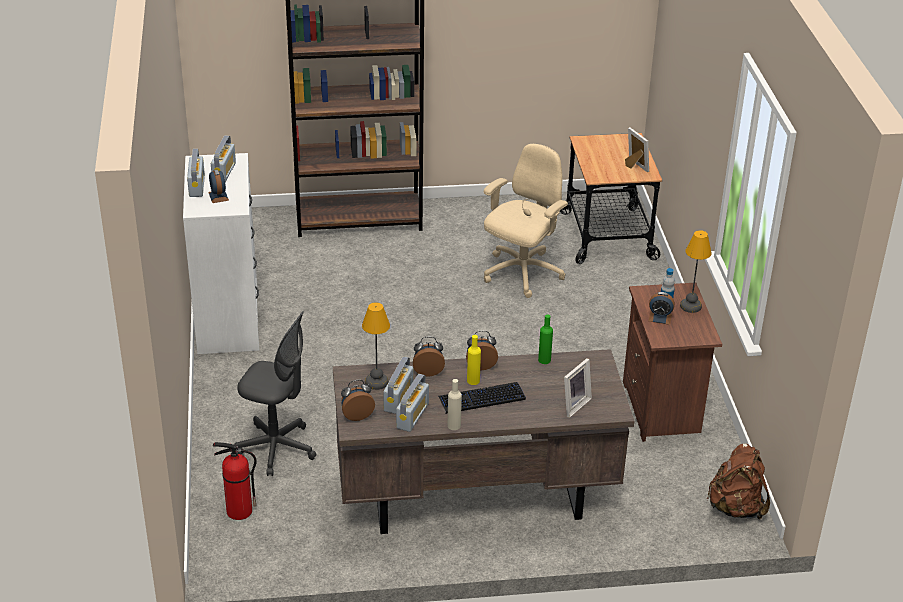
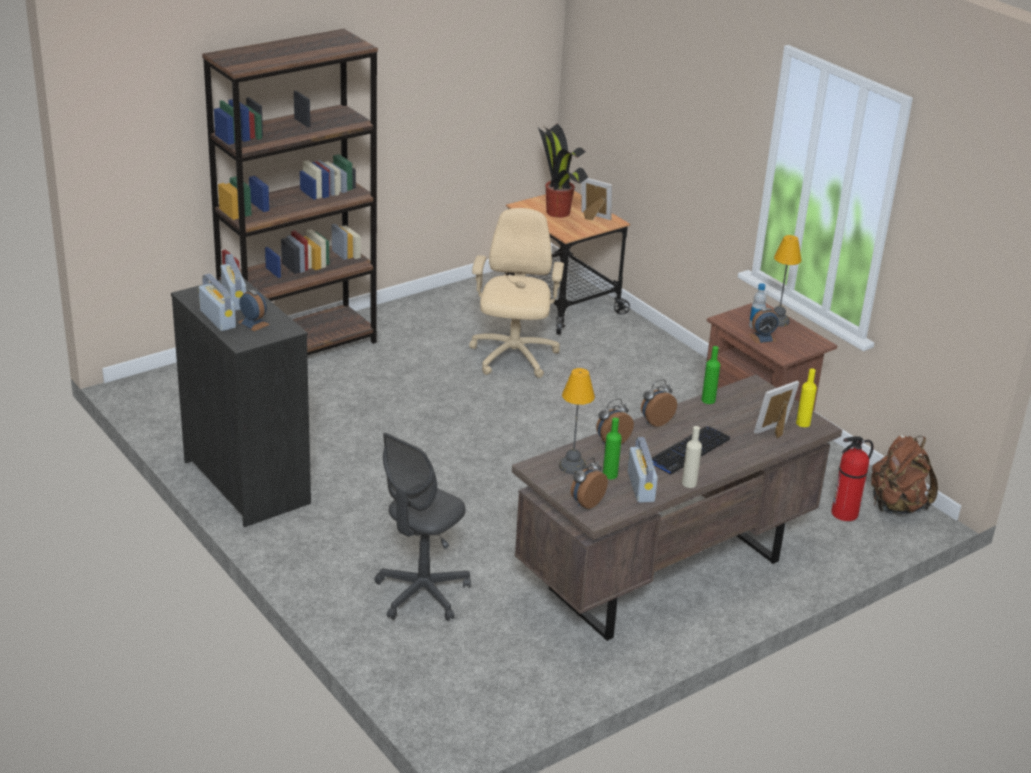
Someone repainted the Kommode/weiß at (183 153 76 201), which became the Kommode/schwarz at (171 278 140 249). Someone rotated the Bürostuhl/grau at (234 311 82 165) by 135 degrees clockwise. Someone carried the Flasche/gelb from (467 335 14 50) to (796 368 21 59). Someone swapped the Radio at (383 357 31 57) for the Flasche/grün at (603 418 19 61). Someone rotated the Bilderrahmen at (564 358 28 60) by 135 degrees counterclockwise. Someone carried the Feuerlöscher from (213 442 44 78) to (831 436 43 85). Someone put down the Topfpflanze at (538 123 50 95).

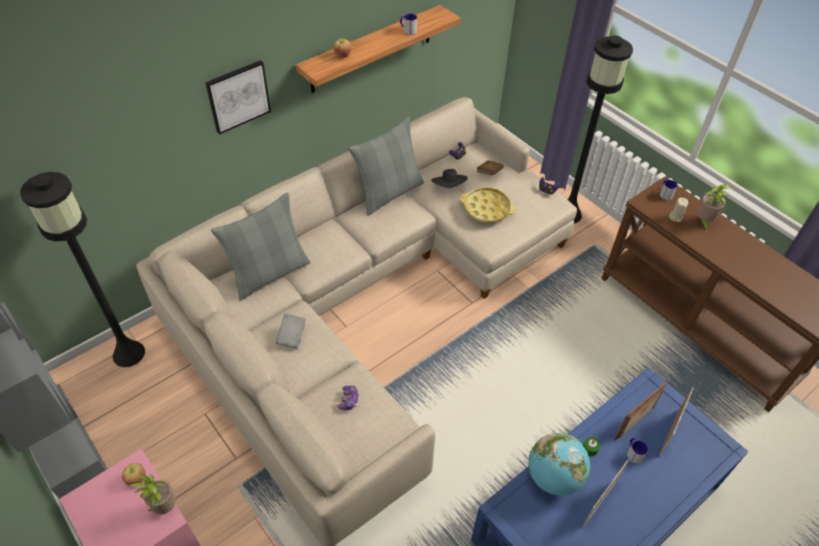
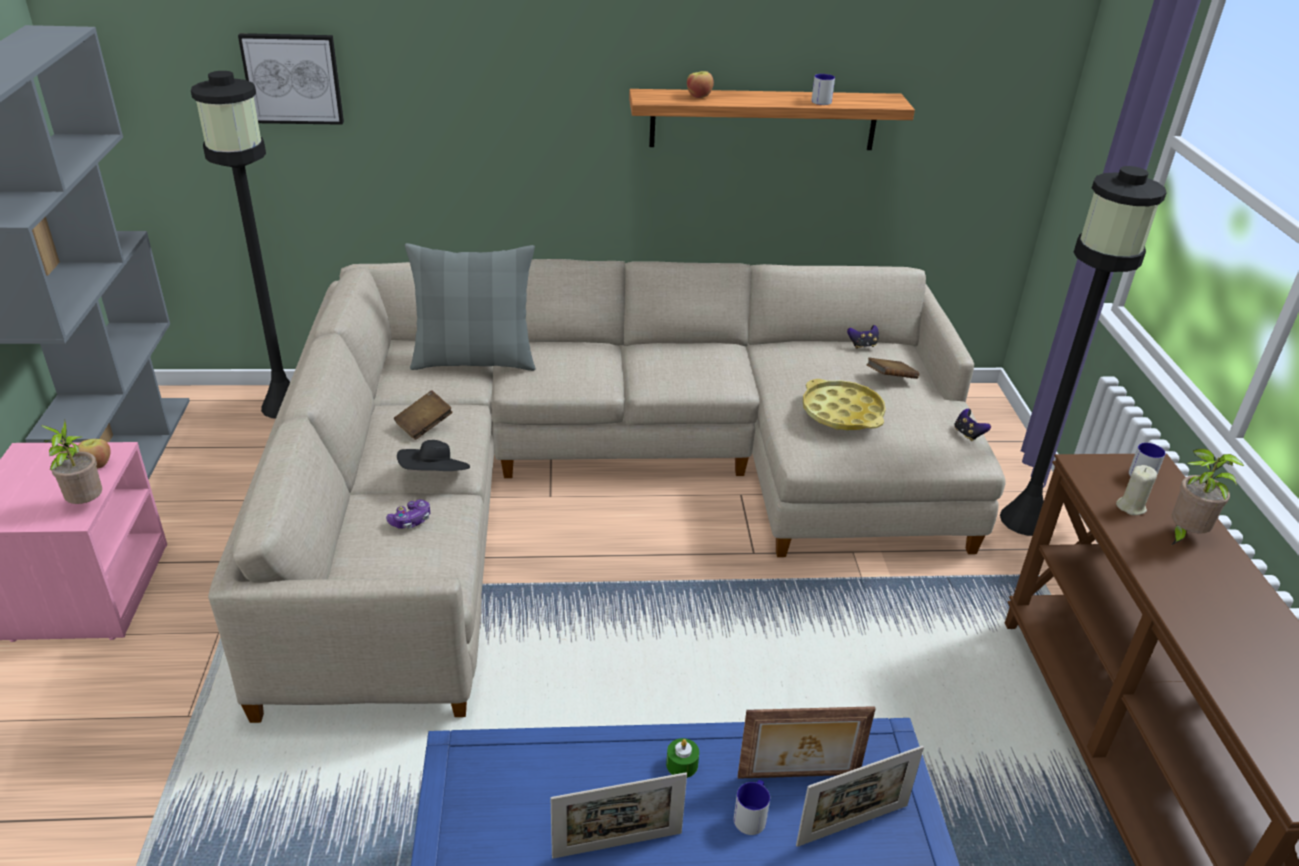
Someone carried the Bild from (205 60 66 75) to (238 33 106 92). Someone took away the Kissen/grau at (348 116 76 100). Someone carried the Hut/schwarz from (431 169 37 19) to (397 440 73 31). Someone repainted the Buch/grau at (276 314 30 34), which became the Buch/braun at (394 390 59 50). Someone took away the Globus at (529 433 61 63).

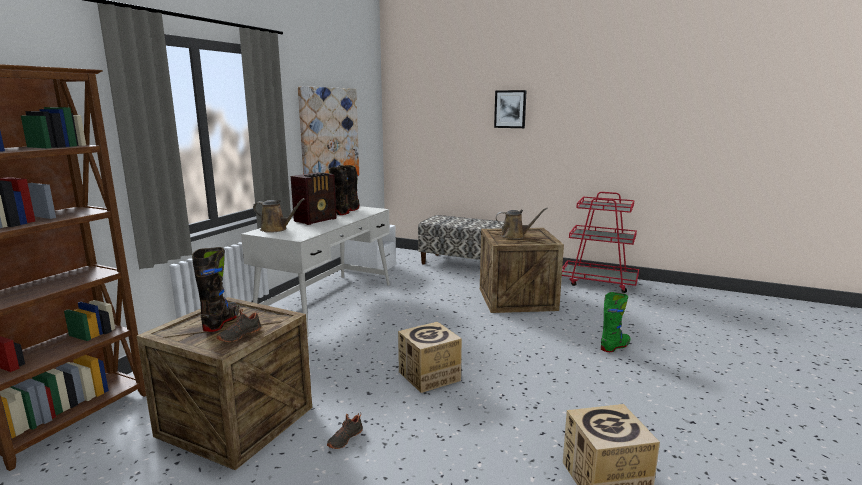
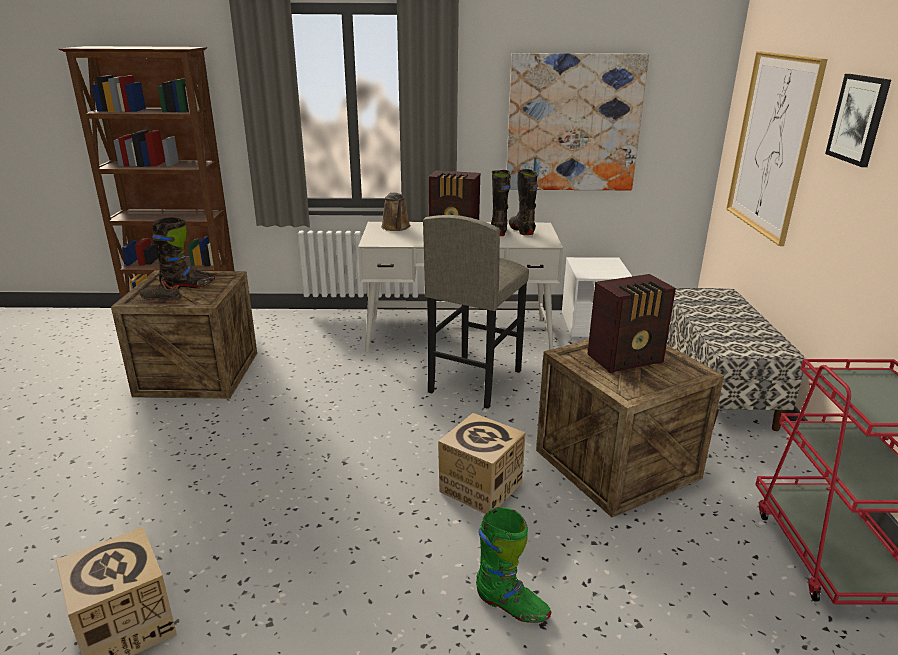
Someone swapped the Gießkanne/braun at (496 207 52 32) for the Radio at (587 274 89 99). Someone carried the Karton from (398 322 64 71) to (438 413 88 101). Someone took away the Schuh/schwarz at (327 413 36 36). Someone put up the Bild at (726 51 102 195). Someone put down the Hocker/grau at (423 215 106 194).

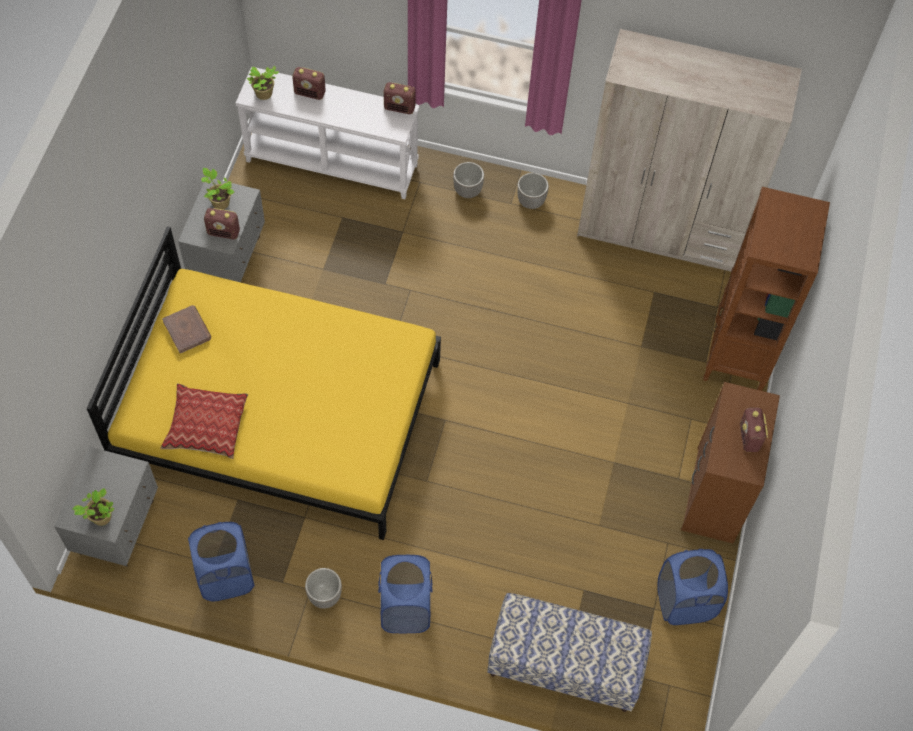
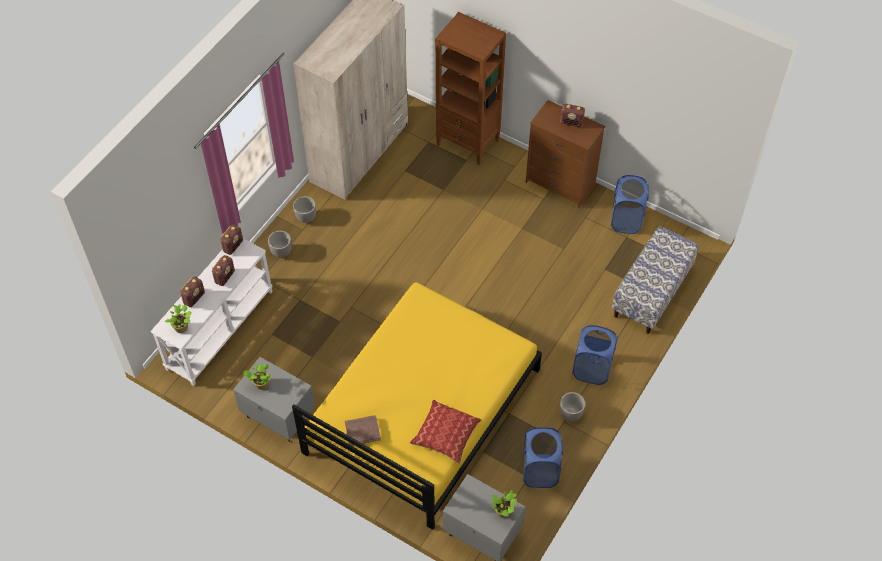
Someone carried the Radio from (204 208 36 31) to (212 255 23 31).

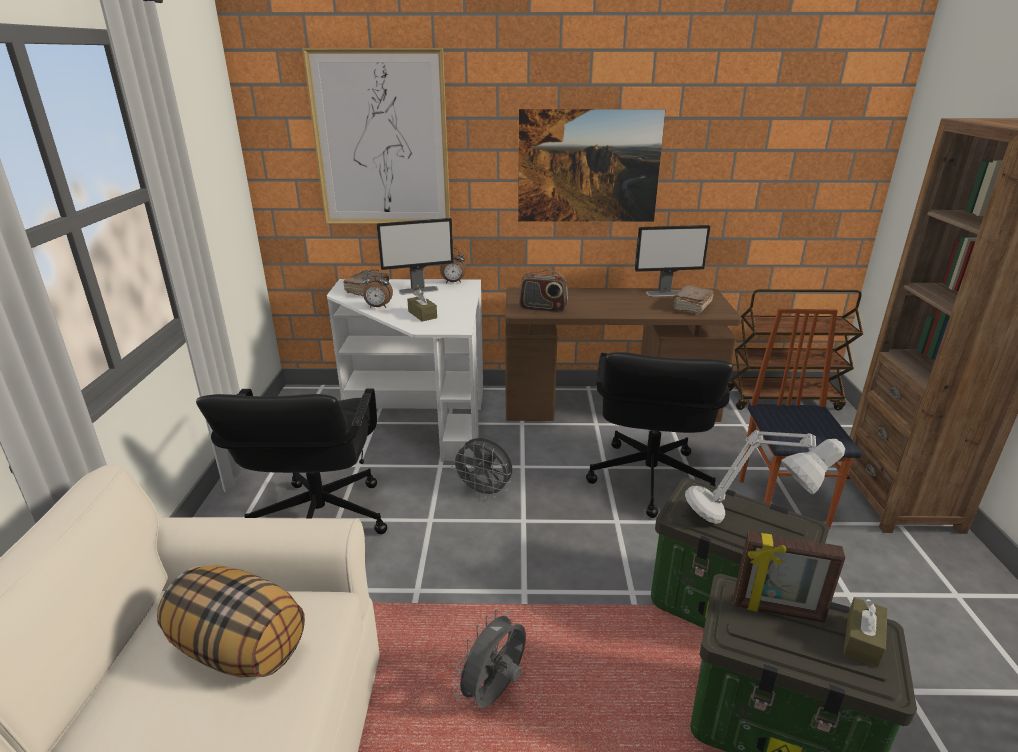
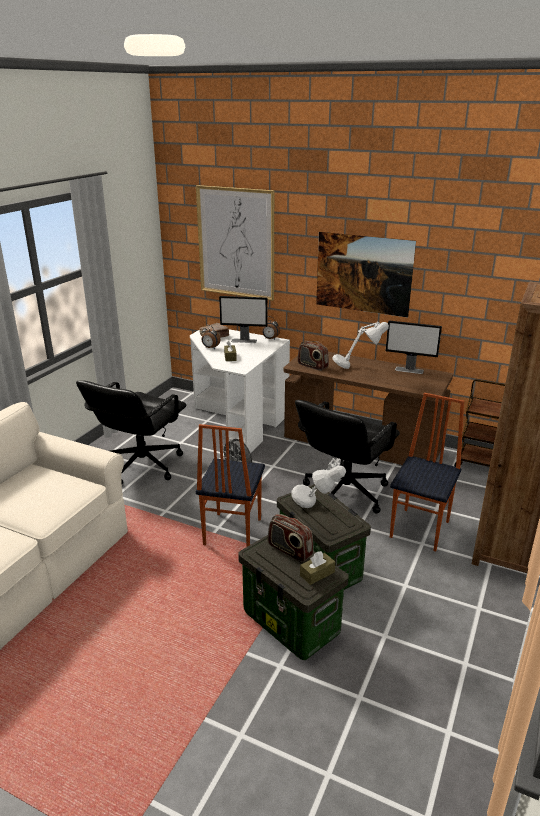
Someone took away the Buch/braun at (671 285 43 30). Someone swapped the Bilderrahmen at (734 531 112 92) for the Radio at (268 514 46 48). Someone took away the Kissen at (157 565 148 112). Someone took away the Ventilator/grau at (453 610 73 98). Someone put down the Tischlampe/grau at (332 322 57 47). Someone put down the Stuhl at (196 424 69 123).

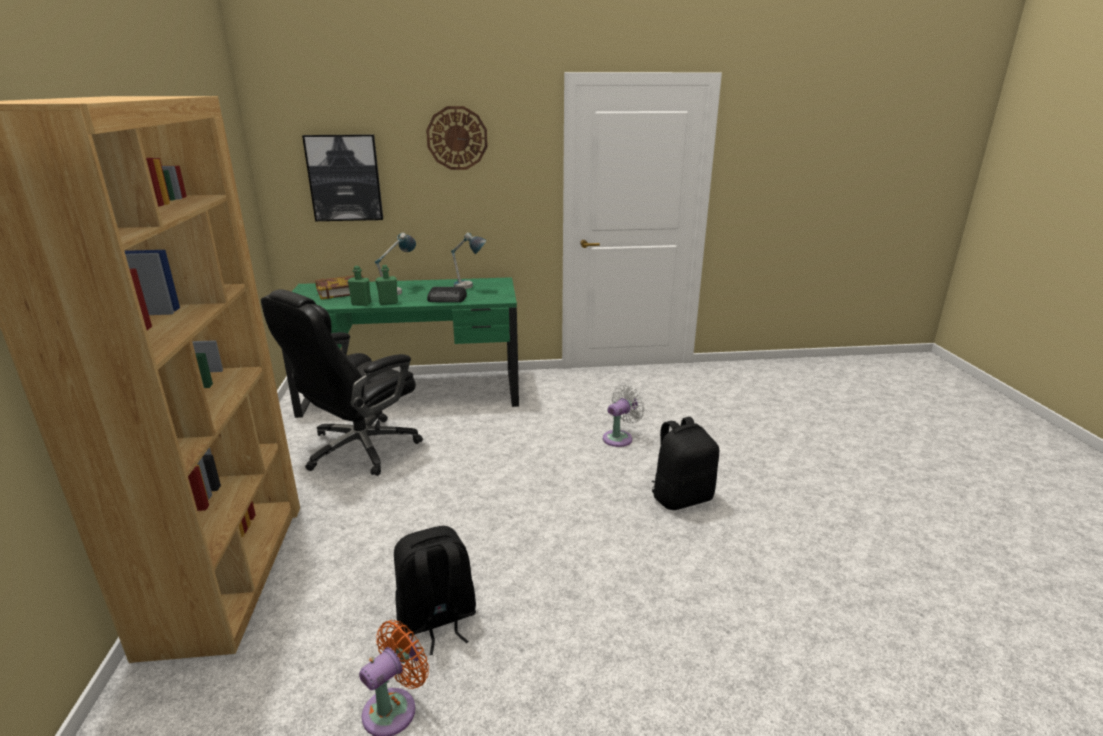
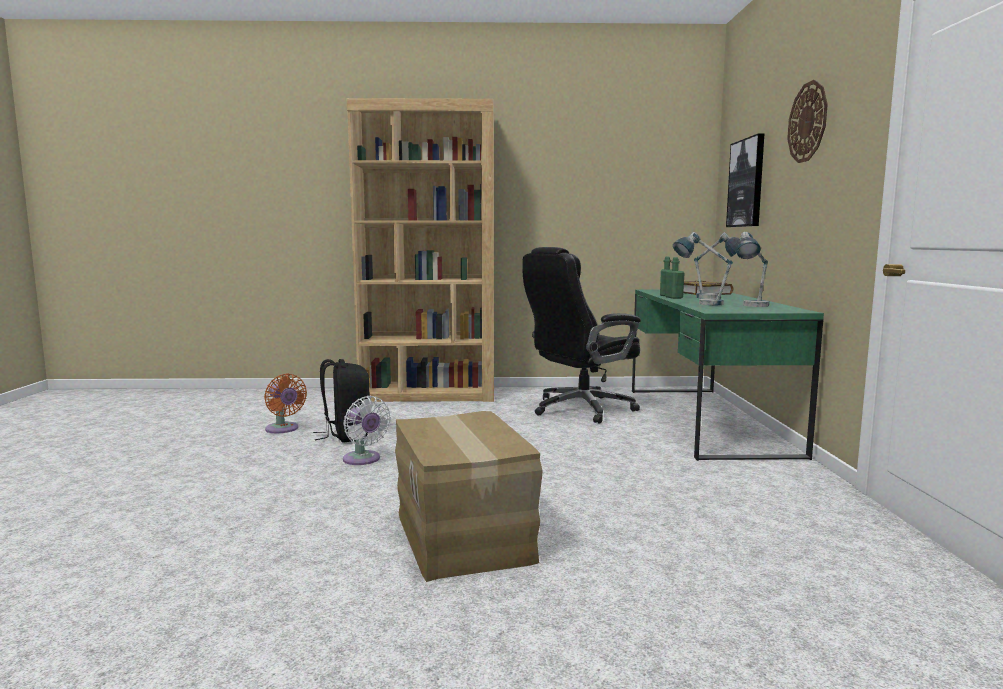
Someone swapped the Radio at (427 287 40 15) for the Tischlampe at (673 232 60 73). Someone rotated the Bürostuhl/schwarz at (261 289 162 187) by 75 degrees counterclockwise. Someone carried the Ventilator/weiß from (603 385 42 62) to (343 396 48 69). Someone swapped the Rucksack/schwarz at (652 417 67 93) for the Karton at (395 411 147 171).

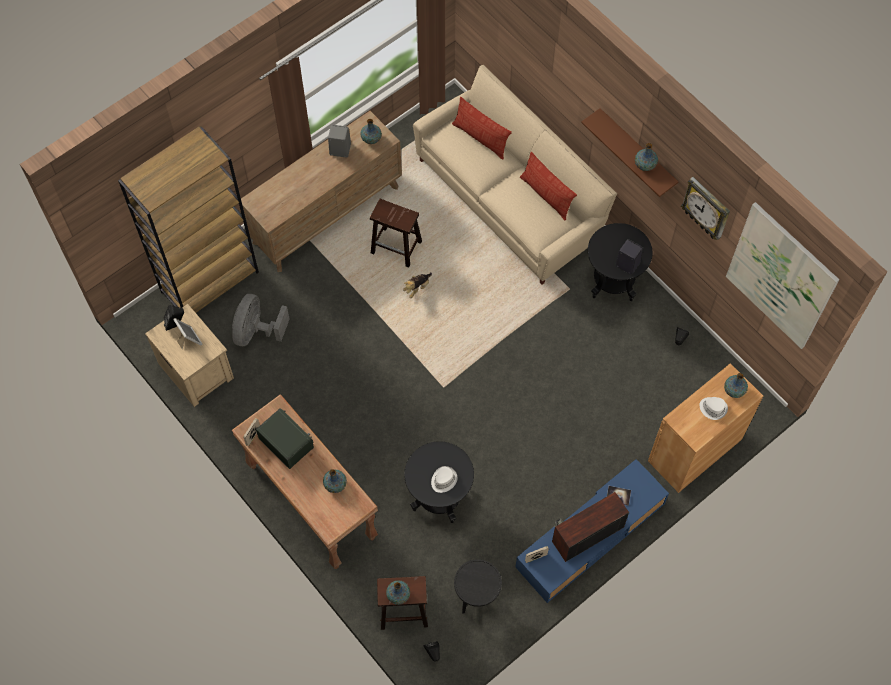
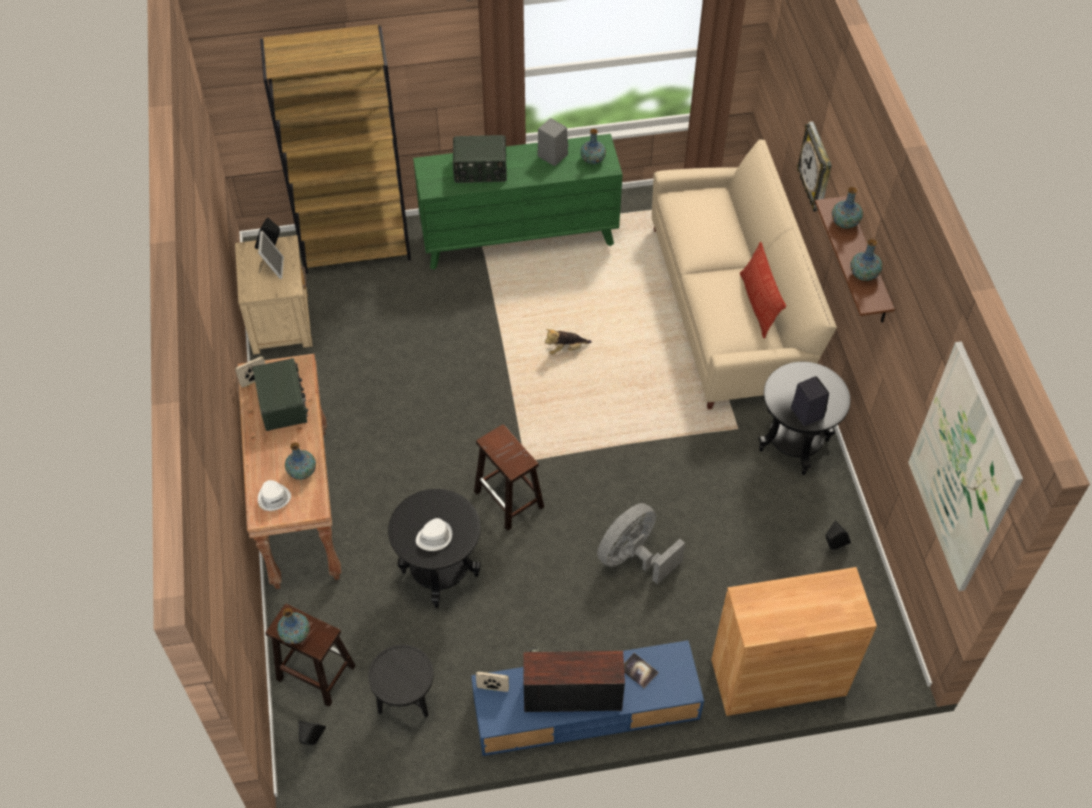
Someone took away the Kissen at (452 97 60 63). Someone repainted the Kommode/braun at (241 111 161 161), which became the Kommode/grün at (413 134 210 136). Someone carried the Wanduhr from (681 177 49 63) to (797 121 35 91). Someone carried the Hocker/braun from (370 199 52 69) to (474 424 70 107). Someone carried the Ventilator/grau from (232 294 58 52) to (597 503 88 81). Someone carried the Vase from (724 373 24 25) to (832 187 31 42). Someone carried the Hut/weiß from (700 397 28 23) to (258 480 33 31). Someone put down the Radio at (453 135 54 48).

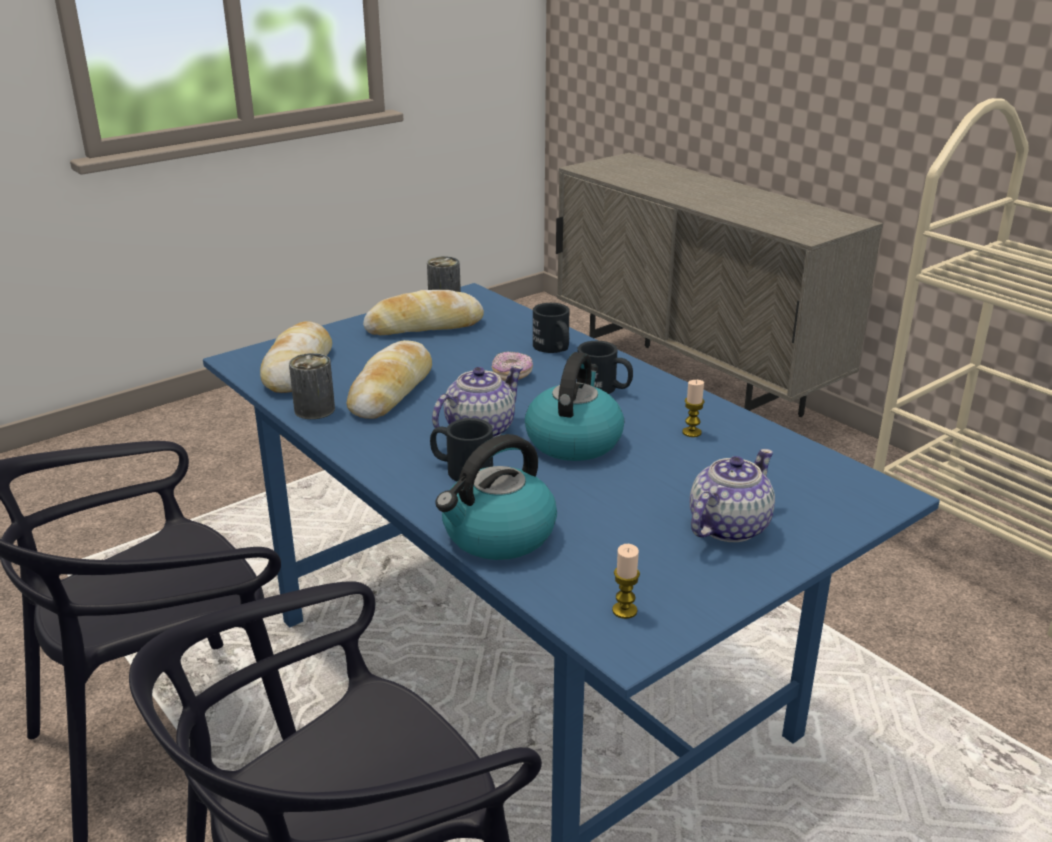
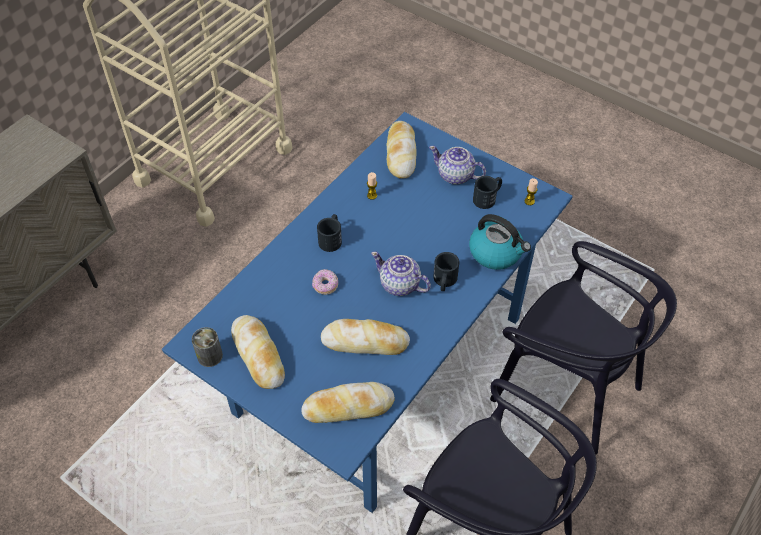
Someone carried the Henkelbecher/schwarz from (533 303 37 50) to (473 176 29 33). Someone took away the Wasserkessel at (525 352 99 109). Someone took away the Dose at (289 353 46 66). Someone put down the Brot at (387 121 30 58).

